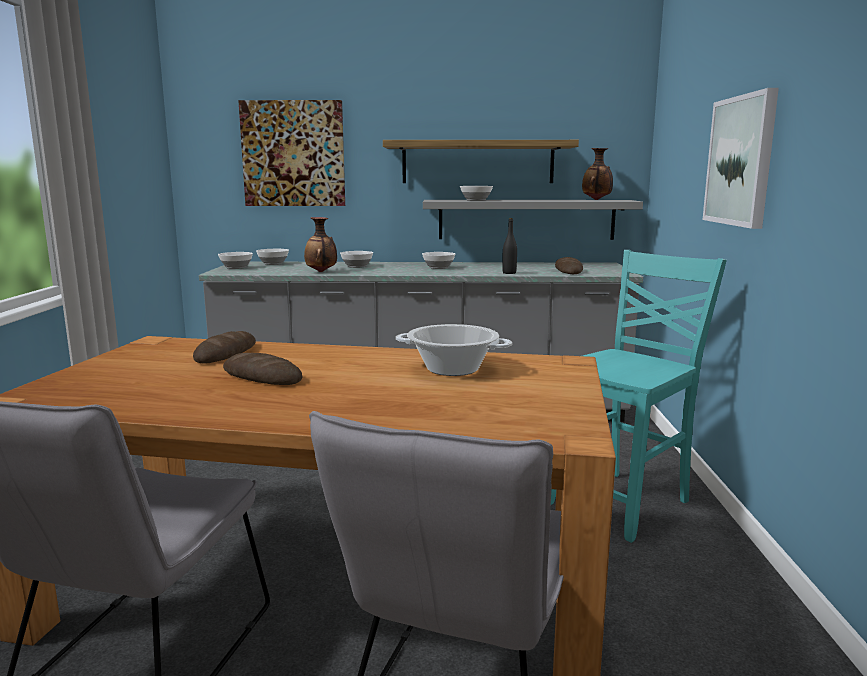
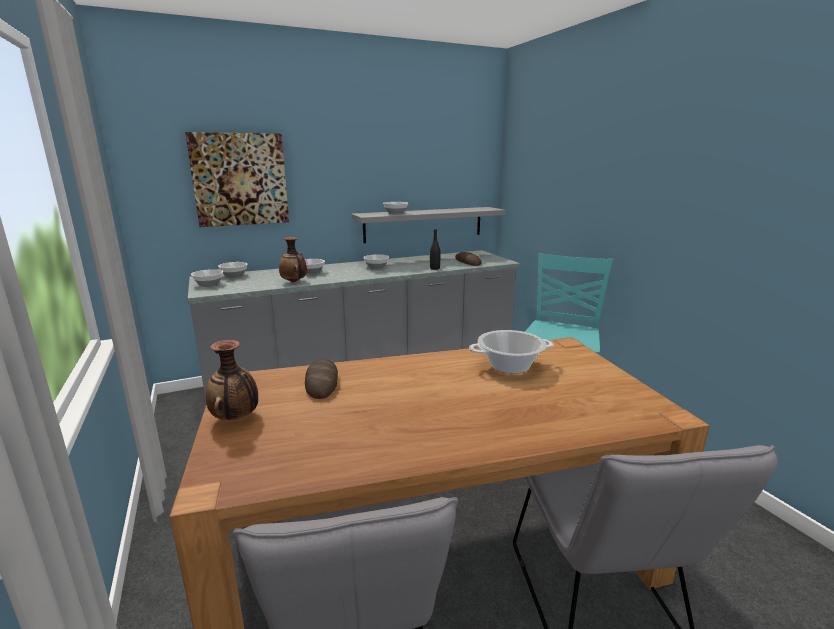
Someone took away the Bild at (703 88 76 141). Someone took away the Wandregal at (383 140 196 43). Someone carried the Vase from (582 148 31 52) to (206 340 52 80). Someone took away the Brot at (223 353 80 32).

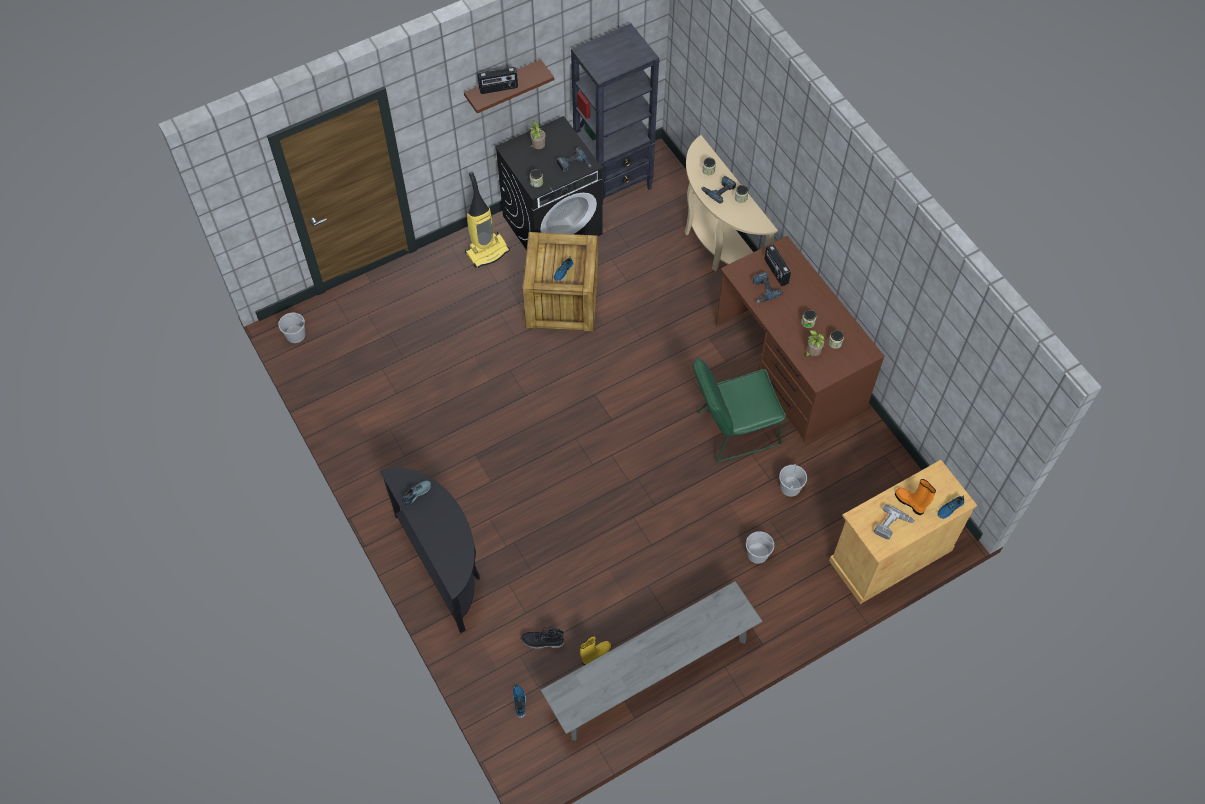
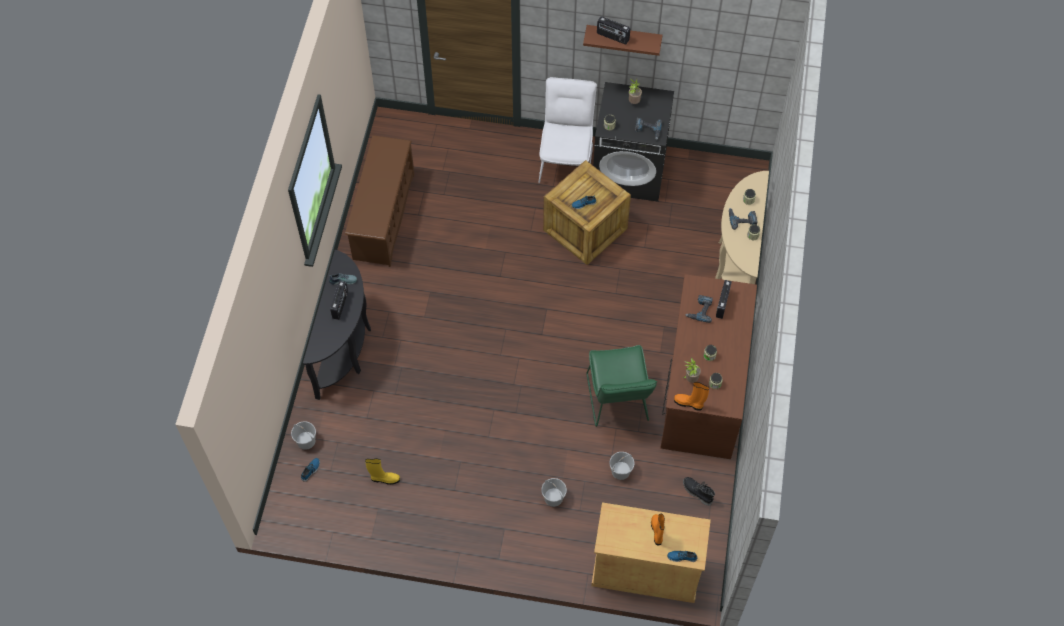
Someone took away the Bücherregal/schwarz at (571 23 89 187). Someone swapped the Staubsauger at (465 172 45 96) for the Stuhl/weiß at (538 77 59 106). Someone carried the Eimer/weiß from (278 313 27 30) to (291 421 25 29). Someone rotated the Stuhl/grün at (693 357 93 105) by 120 degrees counterclockwise. Someone took away the Bohrmaschine at (874 504 41 35). Someone took away the Bank/grau at (541 581 222 160). Someone carried the Stiefel/schwarz from (520 627 44 22) to (683 477 32 29). Someone put down the Schuhregal/braun at (345 135 70 132). Someone put down the Radio at (330 281 18 39). Someone put down the Stiefel/orange at (674 382 35 29).

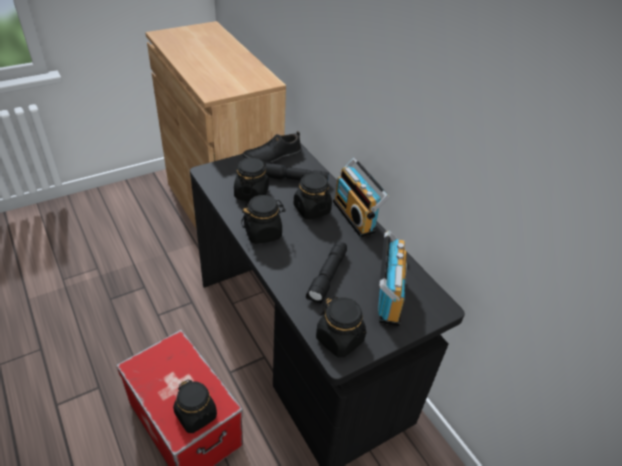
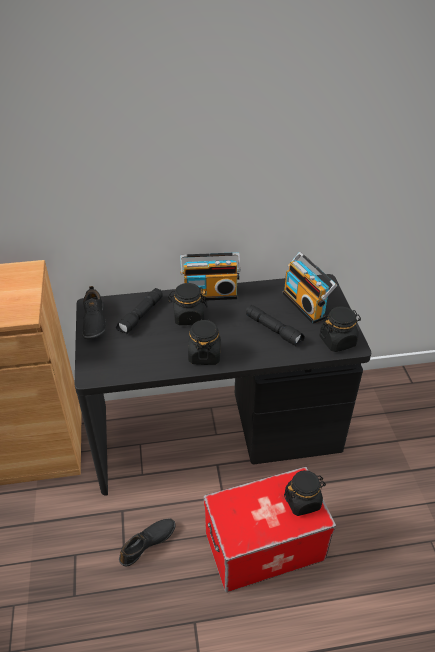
Someone took away the Vorratsglas/schwarz at (234 157 35 45). Someone rotated the Radio at (378 230 29 96) by 150 degrees counterclockwise. Someone put down the Schuh/schwarz at (119 518 56 48).

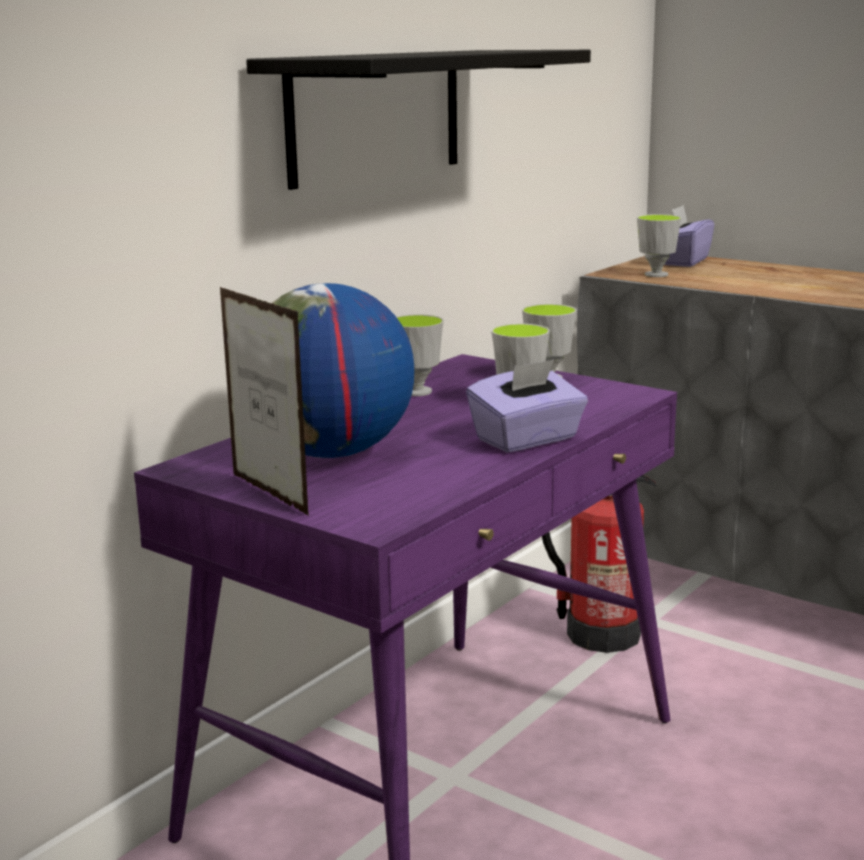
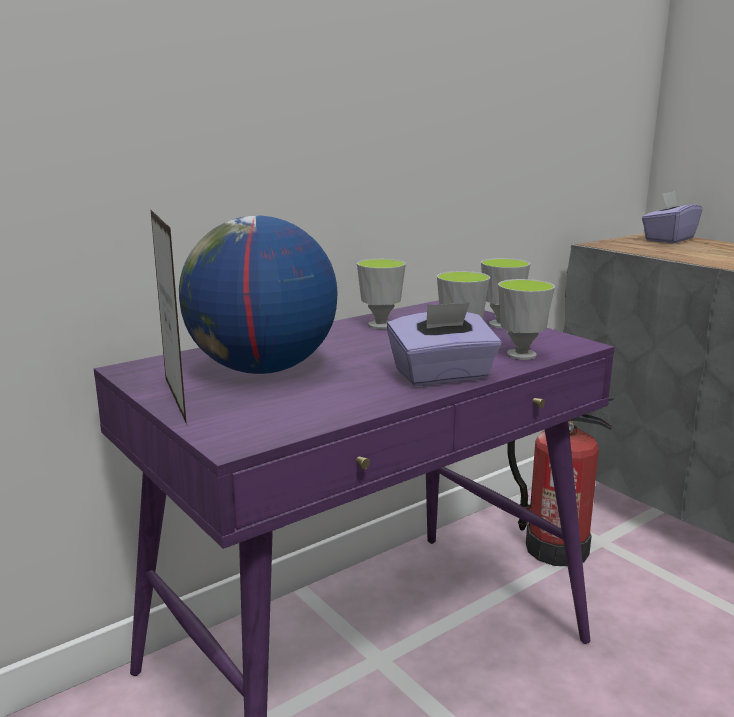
Someone took away the Wandregal/schwarz at (246 50 345 140). Someone carried the Tasse from (637 214 44 63) to (498 279 57 81).

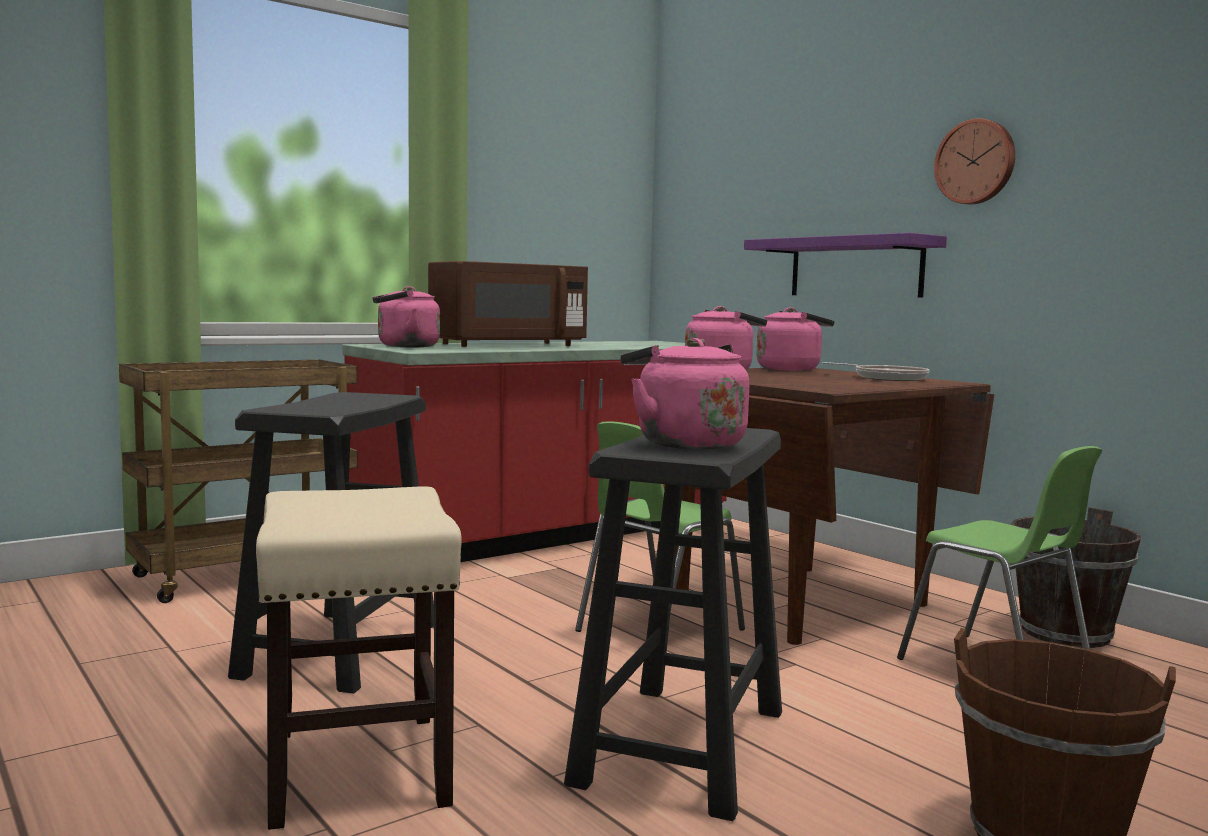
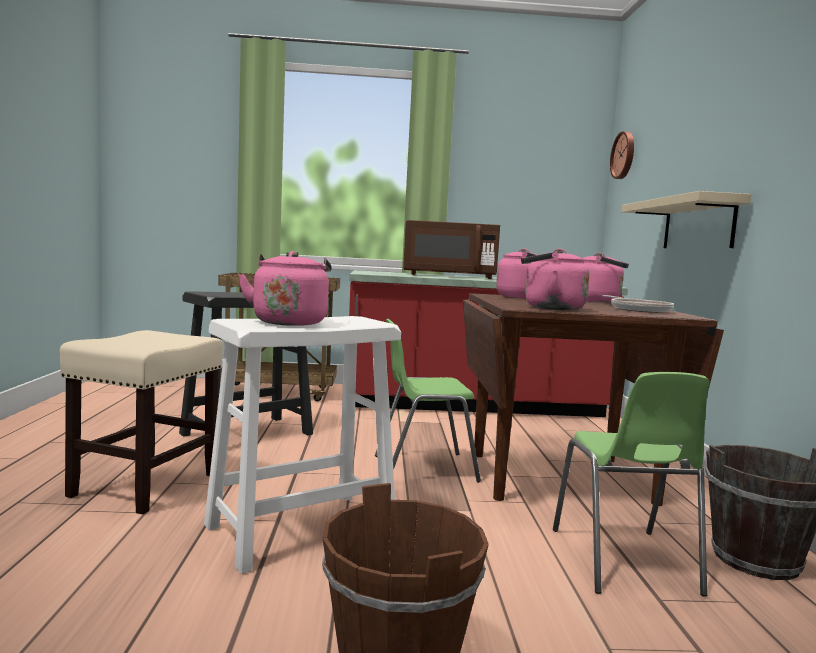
Someone carried the Wanduhr from (934 118 81 87) to (610 131 24 48). Someone repainted the Wandregal/lila at (744 233 203 65), which became the Wandregal/beige at (621 191 130 57). Someone carried the Wasserkessel/rosa from (372 286 68 61) to (521 248 69 62). Someone repainted the Hocker/schwarz at (564 428 218 393), which became the Hocker/weiß at (204 316 197 258).

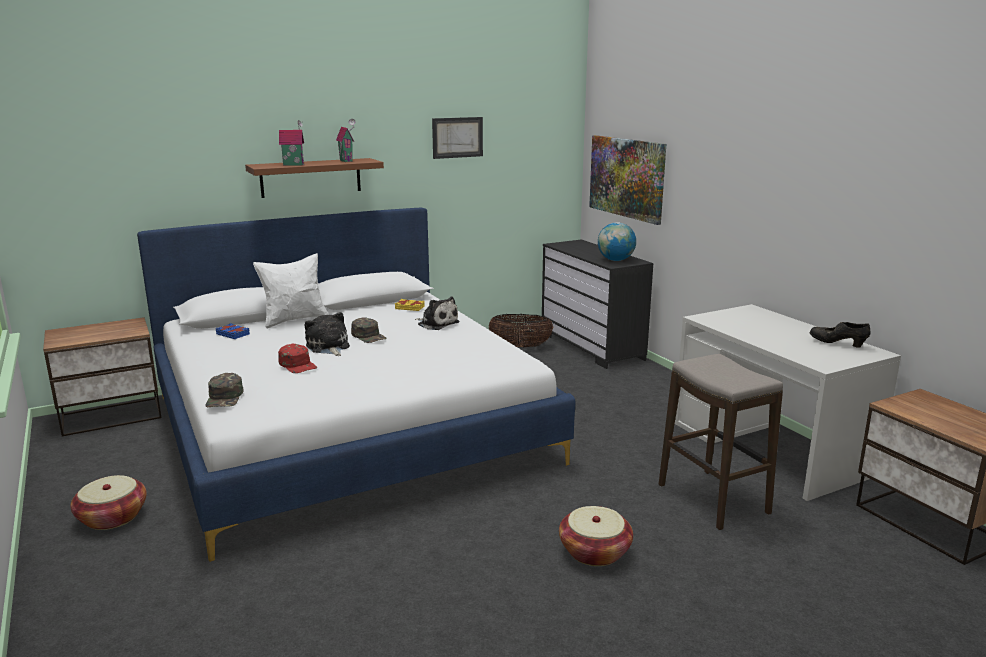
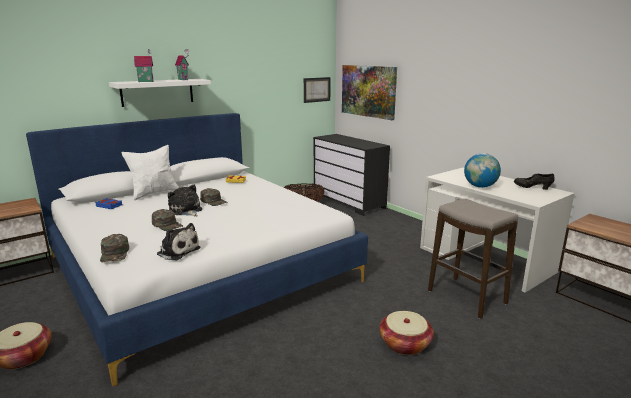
Someone carried the Bild from (432 117 51 42) to (304 77 27 26). Someone repainted the Wandregal/braun at (245 158 139 40), which became the Wandregal/weiß at (109 79 102 28). Someone carried the Globus from (598 222 38 39) to (464 153 37 35). Someone carried the Plüschtier from (415 297 45 33) to (157 223 43 37). Someone repainted the Kappe/rot at (278 344 39 29), which became the Kappe/grün at (152 209 31 22).

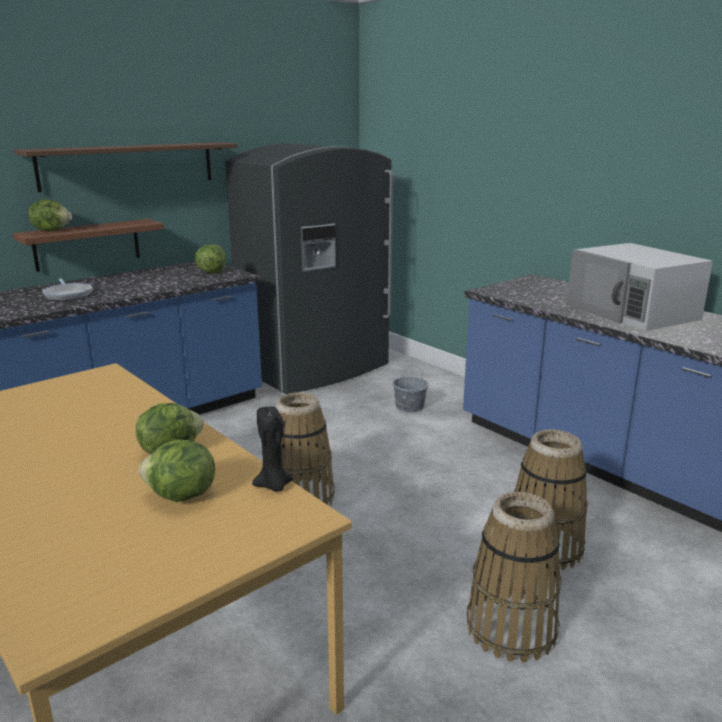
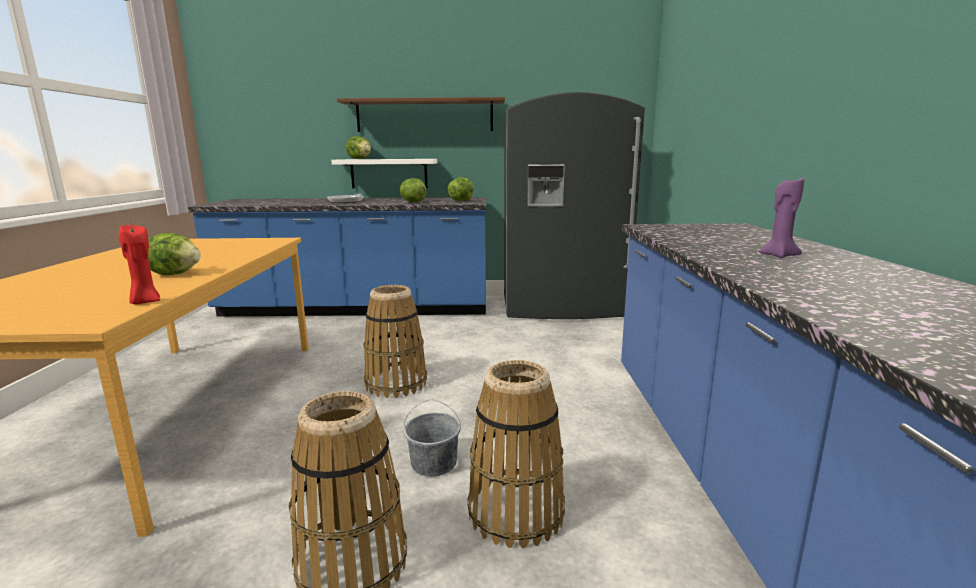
Someone repainted the Wandregal/braun at (13 219 151 53), which became the Wandregal/weiß at (331 159 106 30). Someone swapped the Mikrowelle/weiß at (567 243 146 88) for the Kerze/lila at (759 178 45 80). Someone carried the Eimer/grau from (392 365 37 47) to (404 399 57 78). Someone repainted the Kerze/schwarz at (252 407 42 85), which became the Kerze/rot at (119 225 41 79). Someone carried the Salatkopf from (139 440 76 62) to (400 178 26 24).

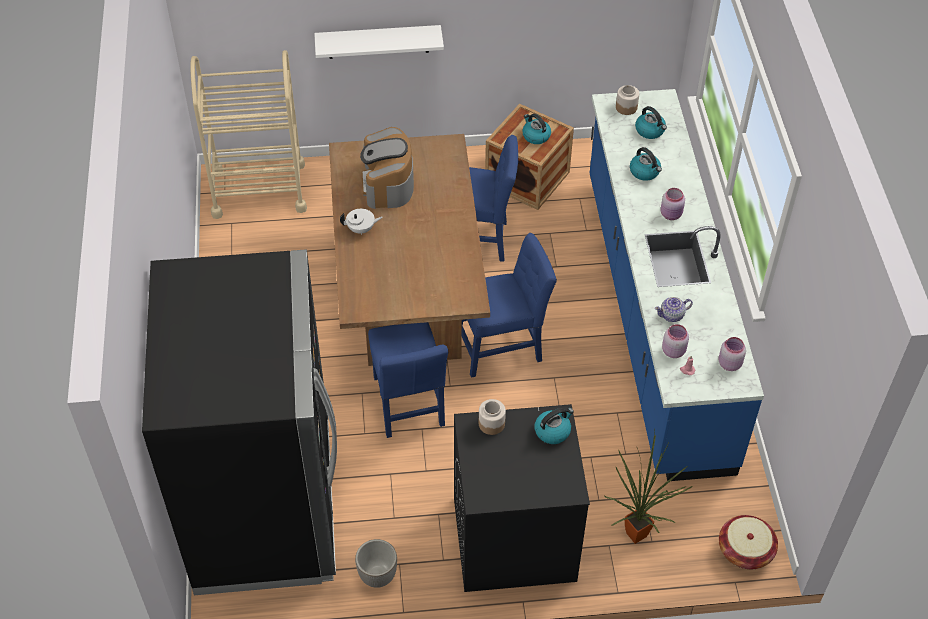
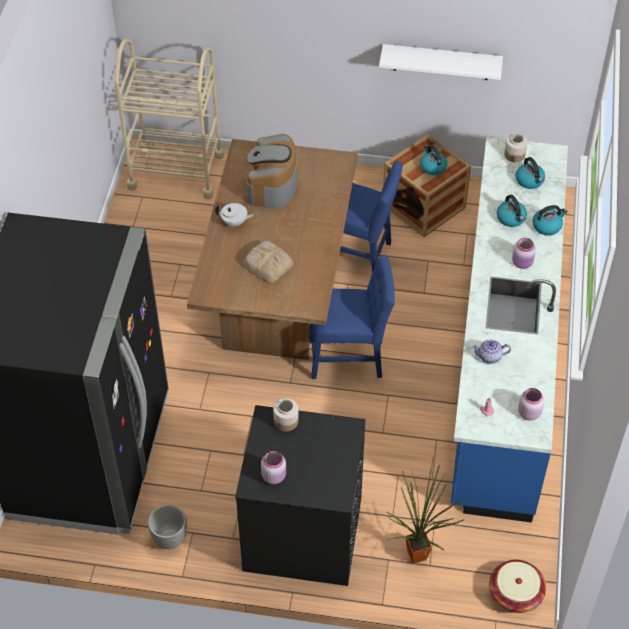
Someone carried the Wandregal/weiß from (314 25 130 34) to (379 44 124 36). Someone took away the Stuhl/blau at (368 322 80 116). Someone carried the Vorratsglas/rosa from (662 324 27 34) to (261 451 25 33). Someone carried the Wasserkessel from (534 408 40 36) to (533 205 34 30). Someone put down the Brot at (243 241 50 42).

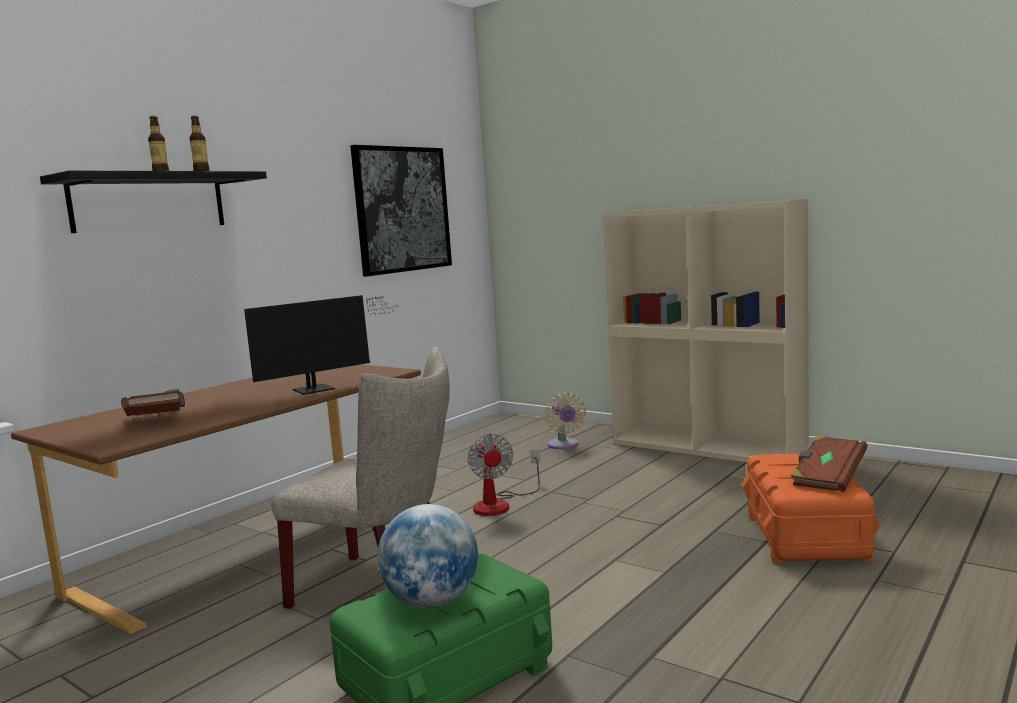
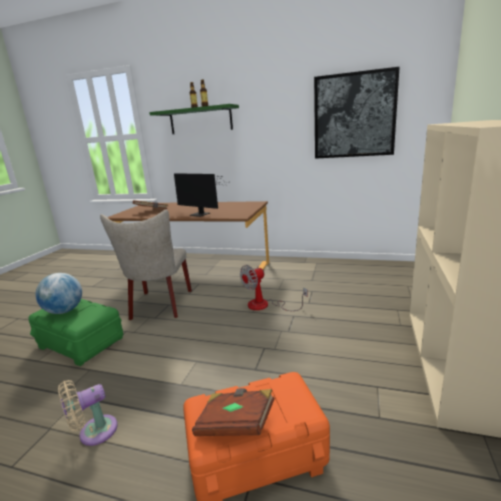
Someone repainted the Wandregal/schwarz at (40 170 227 63), which became the Wandregal/grün at (149 104 90 30). Someone carried the Ventilator/beige from (545 392 41 57) to (58 380 60 66).

